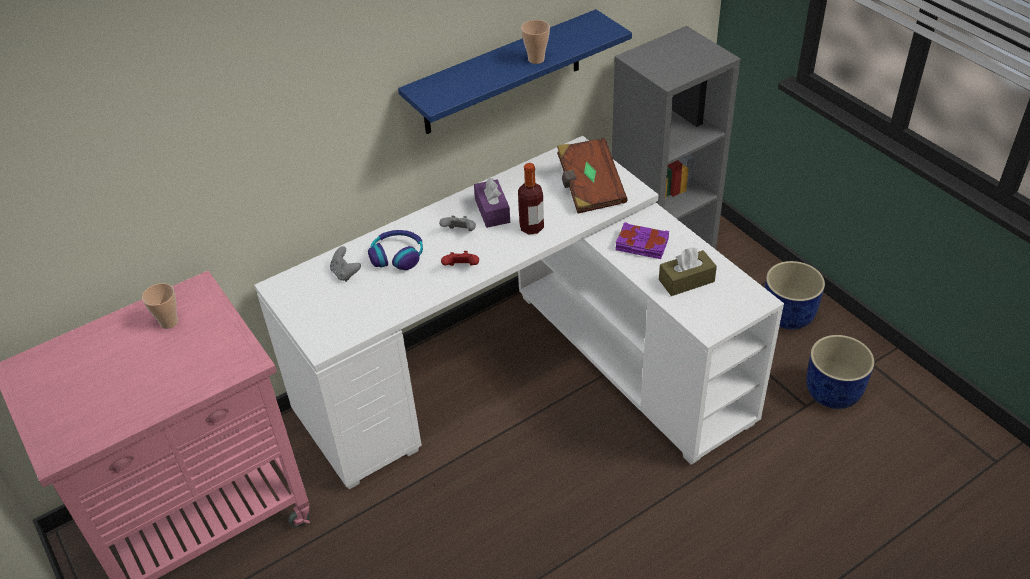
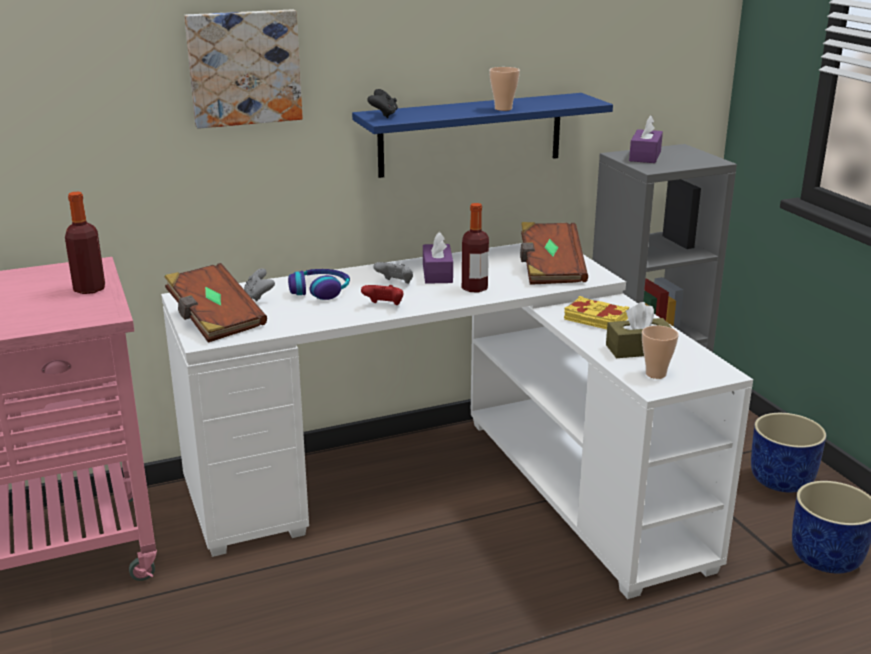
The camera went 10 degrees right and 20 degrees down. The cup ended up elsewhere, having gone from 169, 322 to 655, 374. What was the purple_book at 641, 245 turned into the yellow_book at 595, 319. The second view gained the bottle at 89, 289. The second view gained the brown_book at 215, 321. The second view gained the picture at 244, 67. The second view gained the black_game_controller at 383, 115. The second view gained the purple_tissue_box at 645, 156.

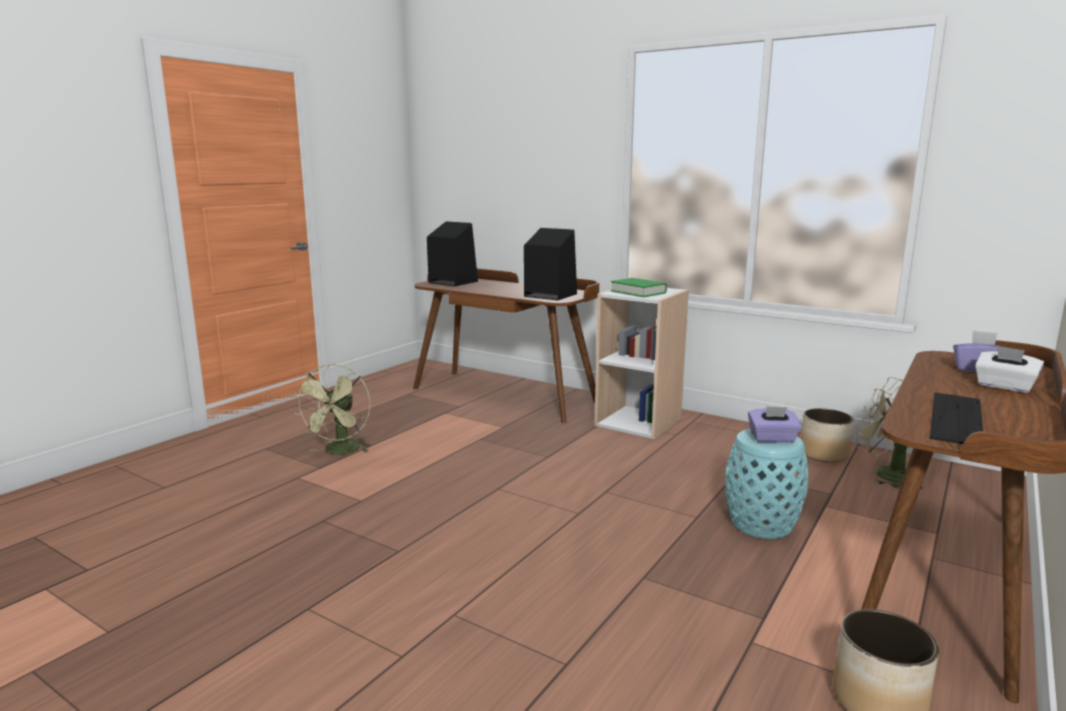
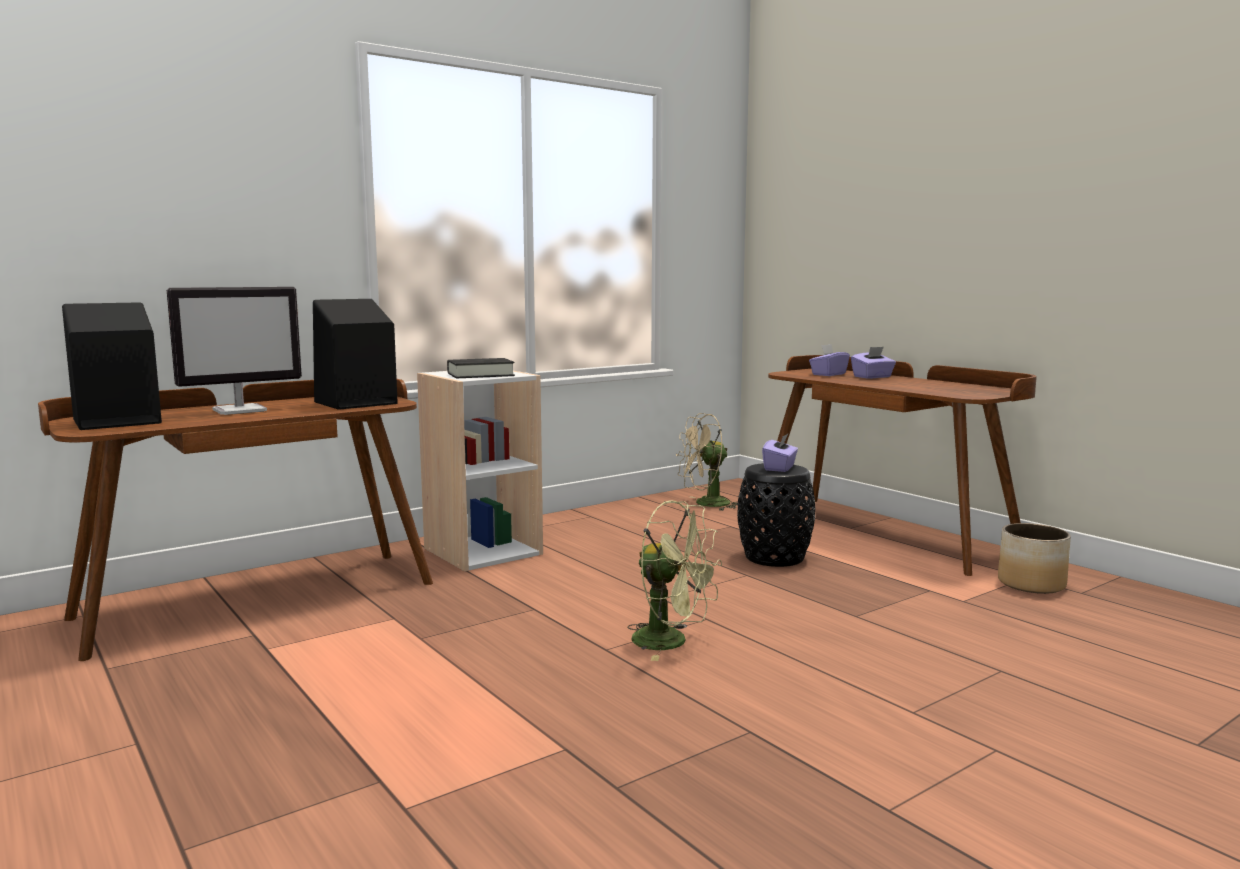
The camera went 70 degrees left and 5 degrees down. The green_fan ended up elsewhere, having gone from 340, 452 to 671, 642. What was the green_book at 638, 292 turned into the black_book at 480, 374. What was the turquoise_stool at 761, 524 turned into the black_stool at 774, 558. The second view lost the planter at 823, 454. The second view lost the keyboard at 956, 418. What was the white_tissue_box at 1004, 386 turned into the purple_tissue_box at 872, 377. The second view gained the monitor at 241, 410.

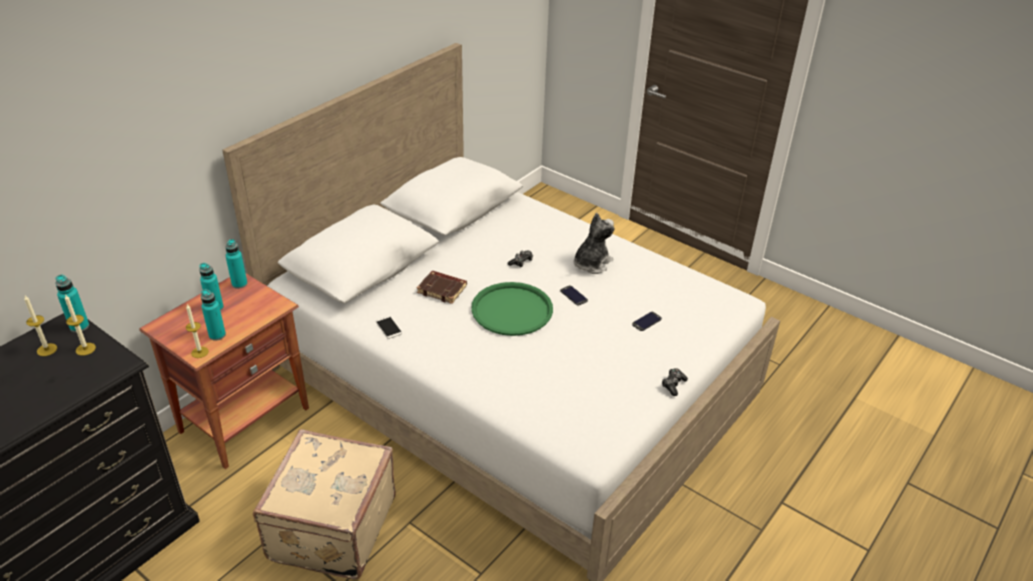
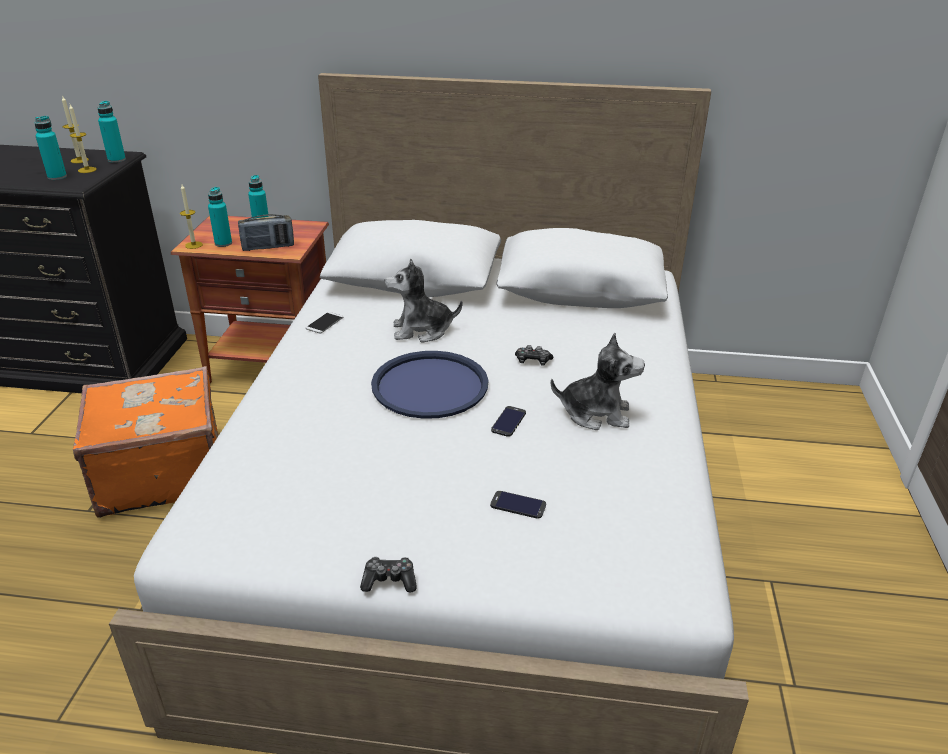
The camera went 60 degrees right and 5 degrees down. The turquoise_bottle ended up elsewhere, having gone from 239, 284 to 57, 177. What was the beige_suitcase at 330, 528 turned into the orange_suitcase at 161, 472. Where the brown_book stood at 443, 289, the plush_toy came to stand at 422, 330. What was the green_tray at 512, 310 turned into the blue_tray at 430, 386. The second view gained the radio at 268, 247.

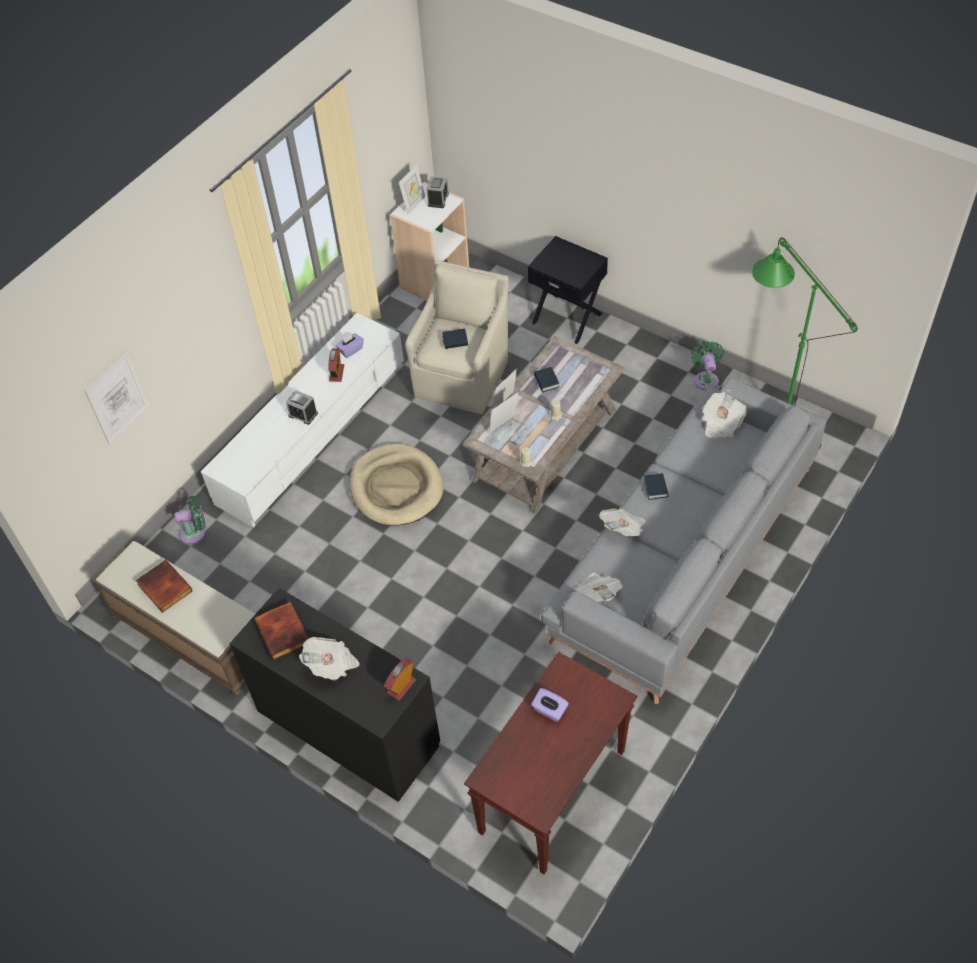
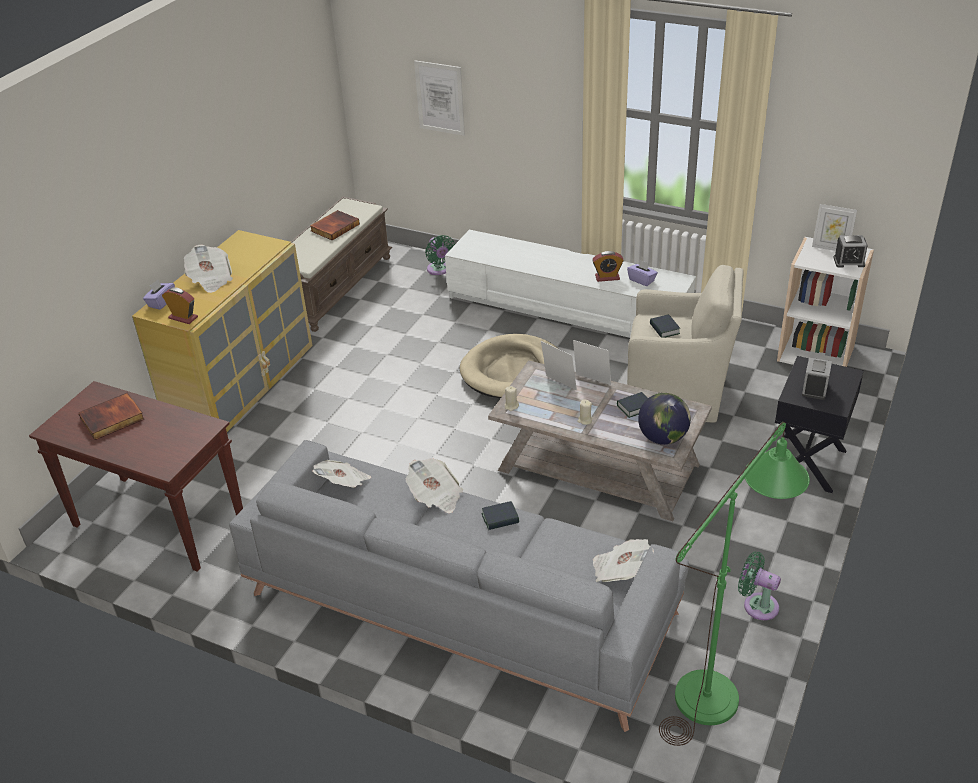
The camera went 80 degrees right and 15 degrees down. What was the black_cabinet at 348, 726 turned into the yellow_cabinet at 242, 384. The book ended up elsewhere, having gone from 284, 632 to 112, 420. The alarm_clock ended up elsewhere, having gone from 303, 414 to 815, 388. The purple_tissue_box ended up elsewhere, having gone from 549, 710 to 161, 302. The green_fan at 706, 379 ended up facing another way, 135 degrees counterclockwise from before. The second view gained the globe at 663, 438.

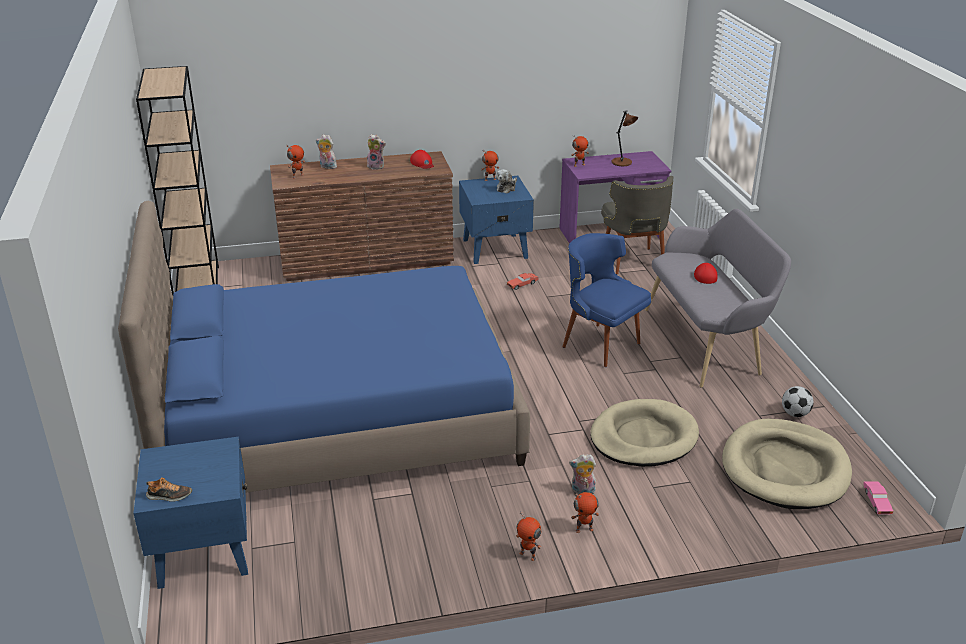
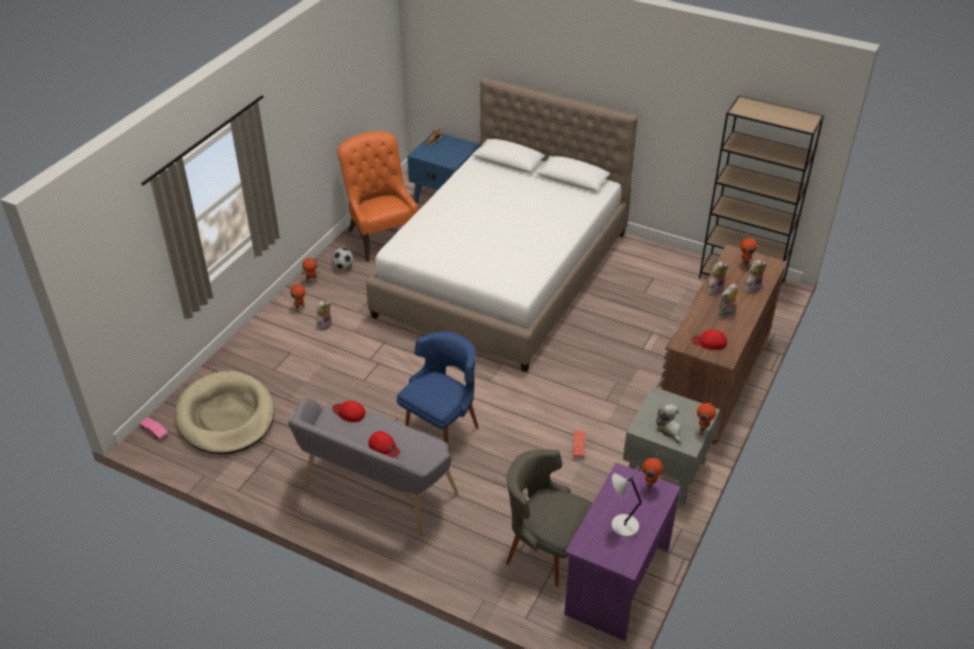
The camera went 130 degrees right and 10 degrees up. What was the blue_bed at 336, 416 turned into the white_bed at 504, 274. What was the blue_nightstand at 496, 248 turned into the grey_nightstand at 664, 472. The blue_chair at 601, 346 ended up facing another way, 45 degrees counterclockwise from before. The second view lost the beige_dog_bed at 643, 437. What was the brown_table_lamp at 622, 163 turned into the grey_table_lamp at 623, 526. The football ended up elsewhere, having gone from 795, 414 to 343, 267. The second view gained the red_cap at 349, 412. The second view gained the orange_chair at 381, 238. The second view gained the plush_toy at 714, 289.

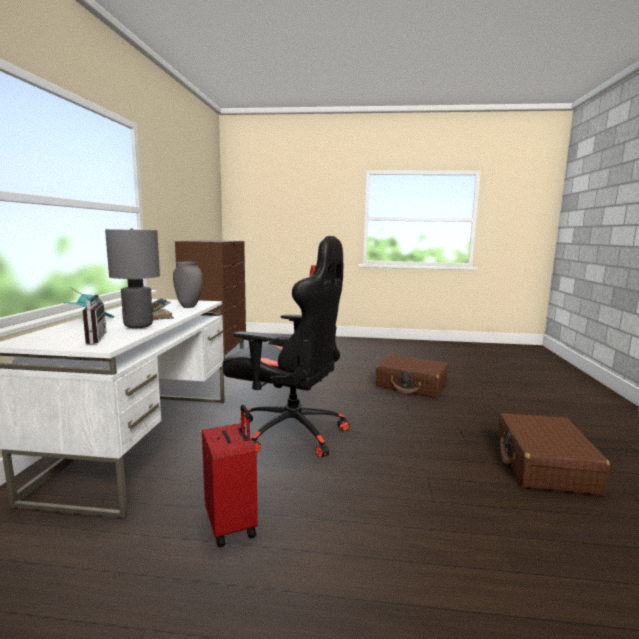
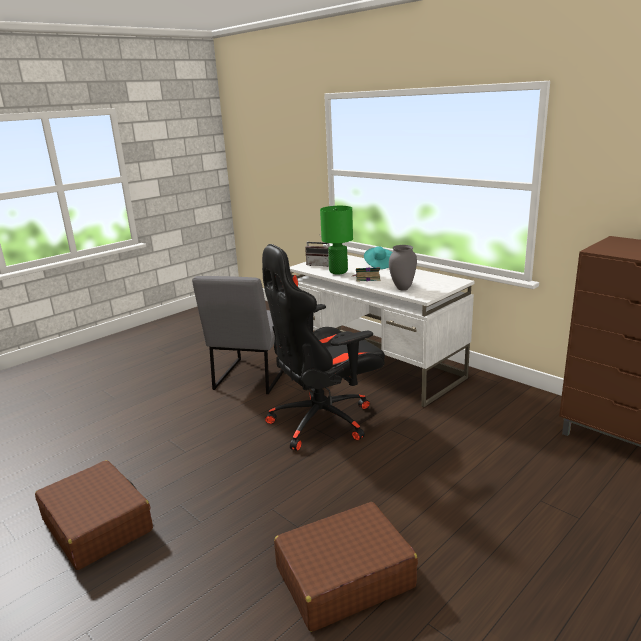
The camera went 130 degrees right and 10 degrees up. What was the grey_table_lamp at 138, 327 turned into the green_table_lamp at 338, 273. Where the red_suitcase stood at 232, 524, the grey_chair came to stand at 251, 376.

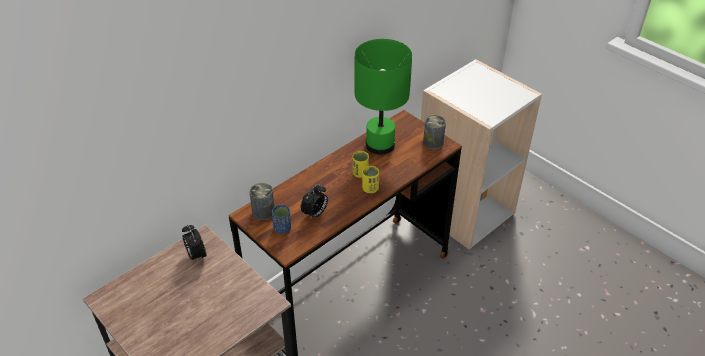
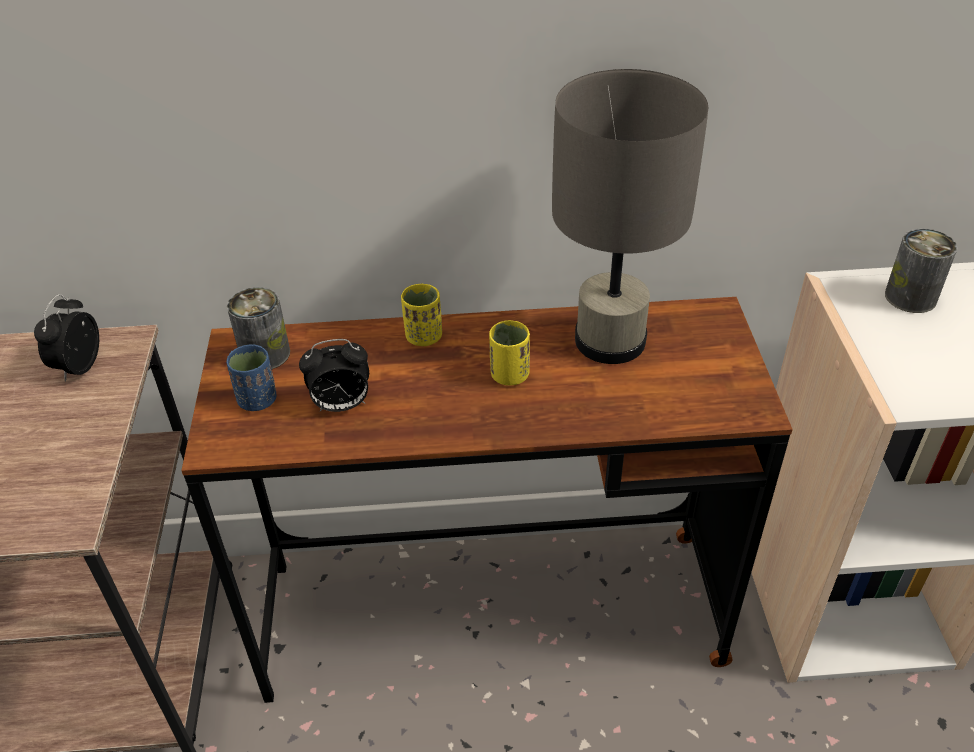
The camera went 40 degrees right and 0 degrees up. What was the green_table_lamp at 380, 145 turned into the grey_table_lamp at 609, 342. The yellow_cup ended up elsewhere, having gone from 370, 188 to 424, 337. The can ended up elsewhere, having gone from 433, 142 to 910, 297.

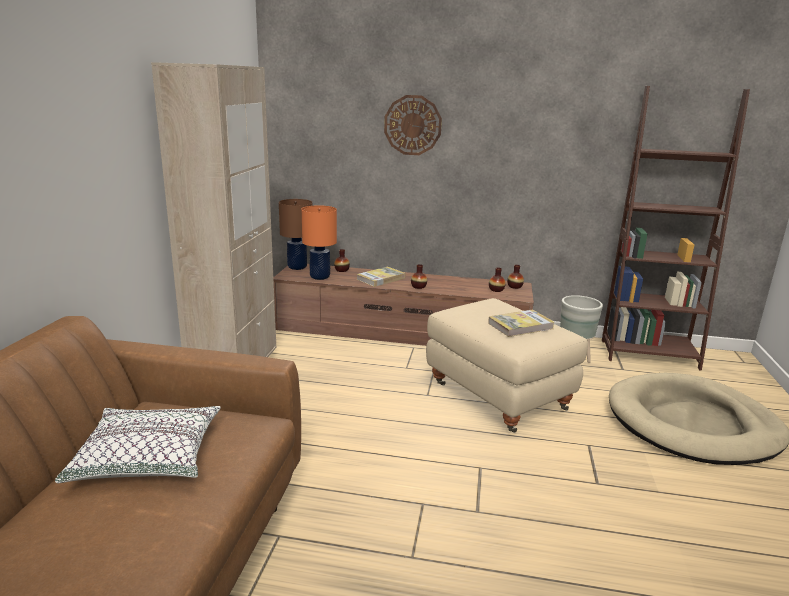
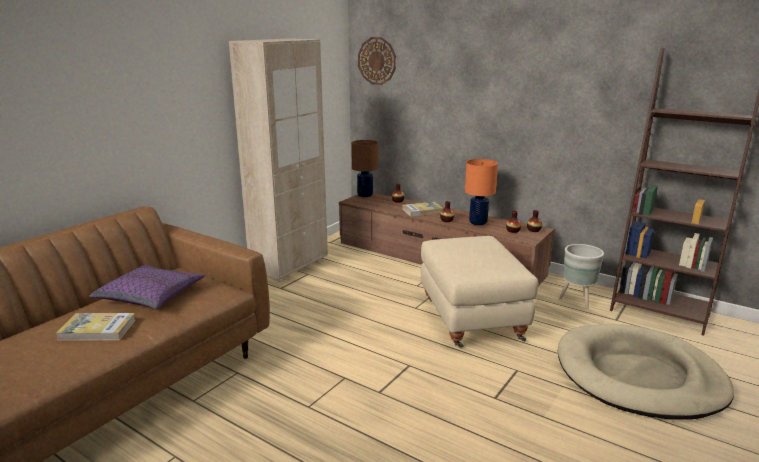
The camera went 25 degrees right and 0 degrees up. What was the white_pillow at 149, 457 turned into the purple_pillow at 151, 296. The orange_table_lamp ended up elsewhere, having gone from 320, 278 to 478, 223. The wall_clock ended up elsewhere, having gone from 412, 125 to 377, 61. The book ended up elsewhere, having gone from 520, 326 to 97, 330.

